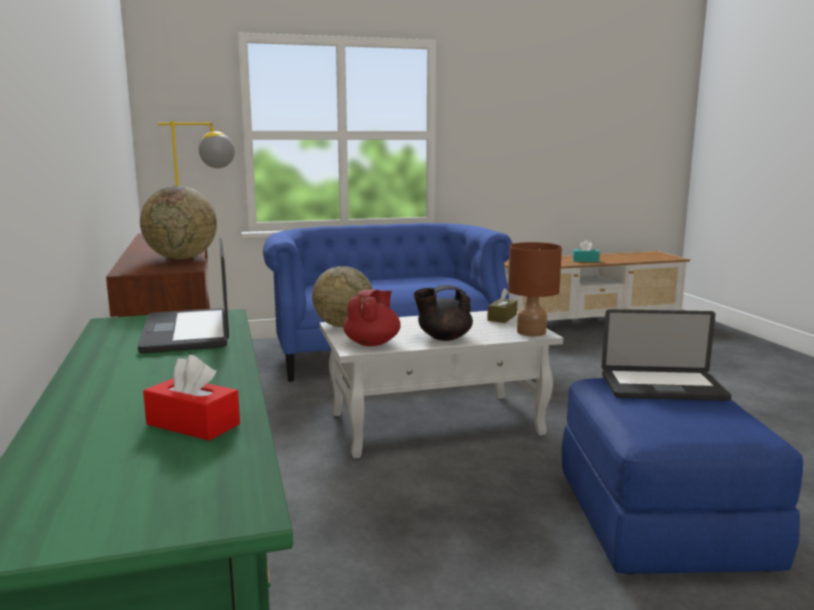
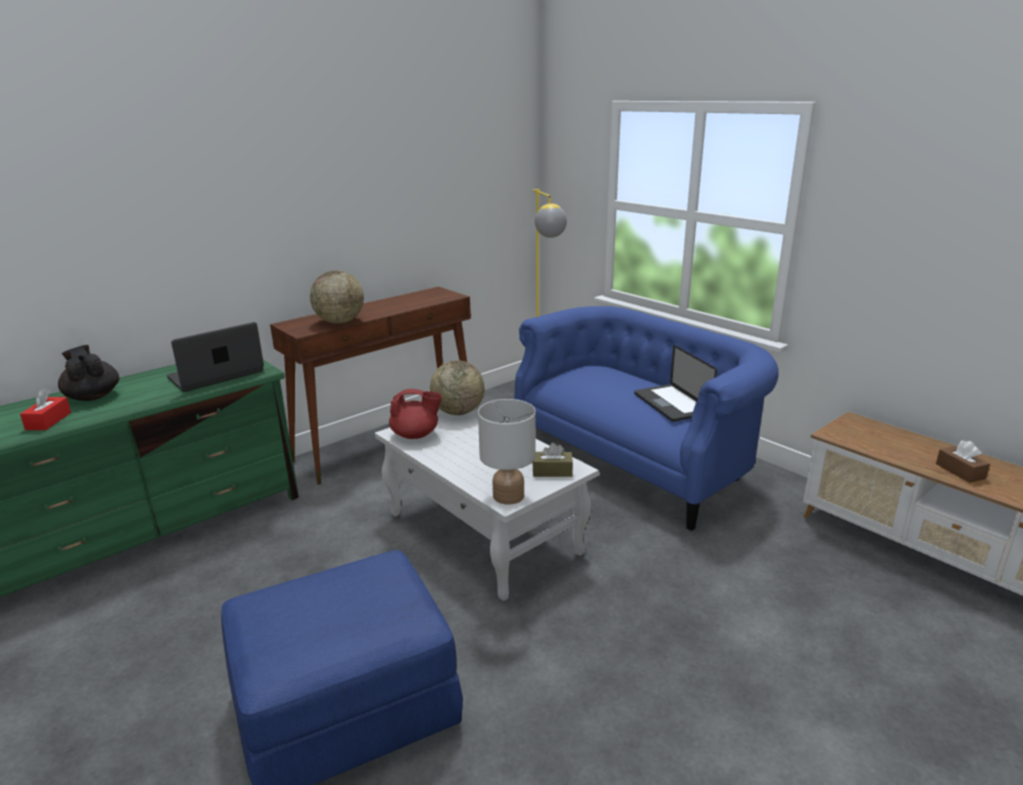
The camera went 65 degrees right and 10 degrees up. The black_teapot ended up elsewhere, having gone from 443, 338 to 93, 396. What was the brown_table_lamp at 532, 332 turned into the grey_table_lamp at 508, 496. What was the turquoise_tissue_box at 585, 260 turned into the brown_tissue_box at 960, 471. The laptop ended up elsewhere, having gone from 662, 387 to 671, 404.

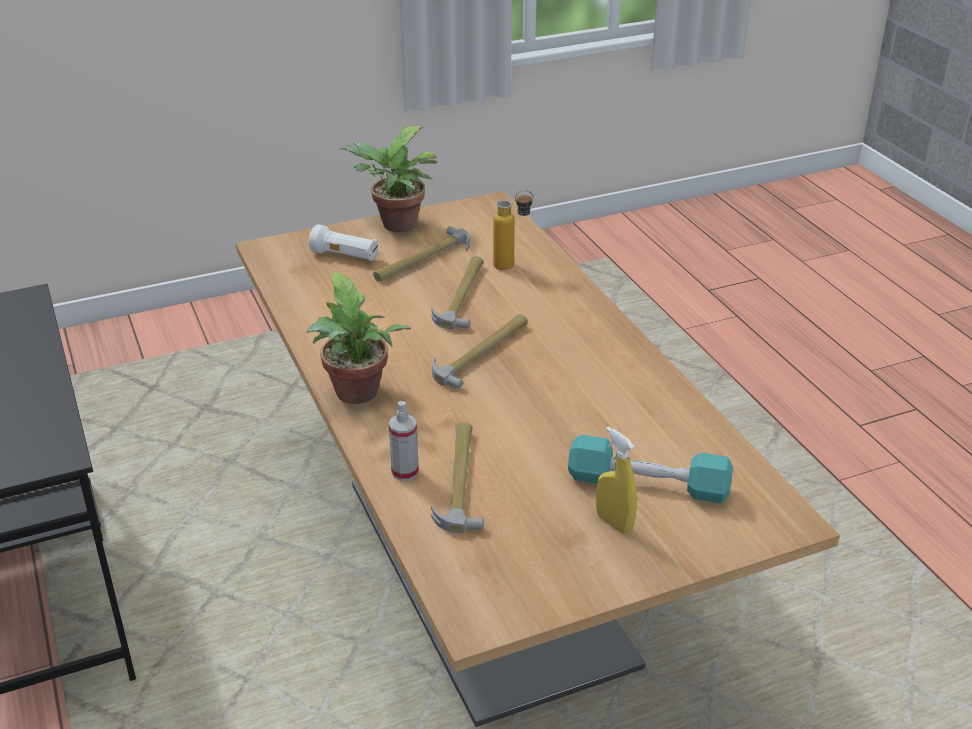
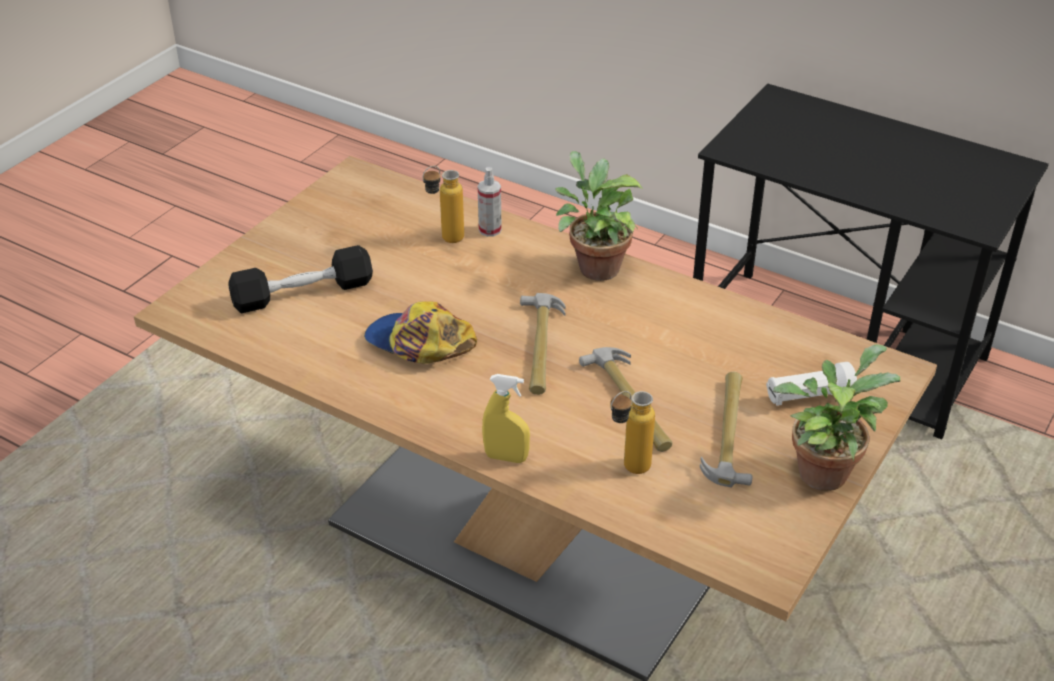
The camera went 145 degrees right and 5 degrees up. Where the hammer stood at 460, 480, the bottle came to stand at 444, 240. What was the turquoise_dumbbell at 648, 484 turned into the black_dumbbell at 302, 293. The yellow_spray_bottle ended up elsewhere, having gone from 614, 523 to 506, 457. The second view gained the cap at 418, 343.

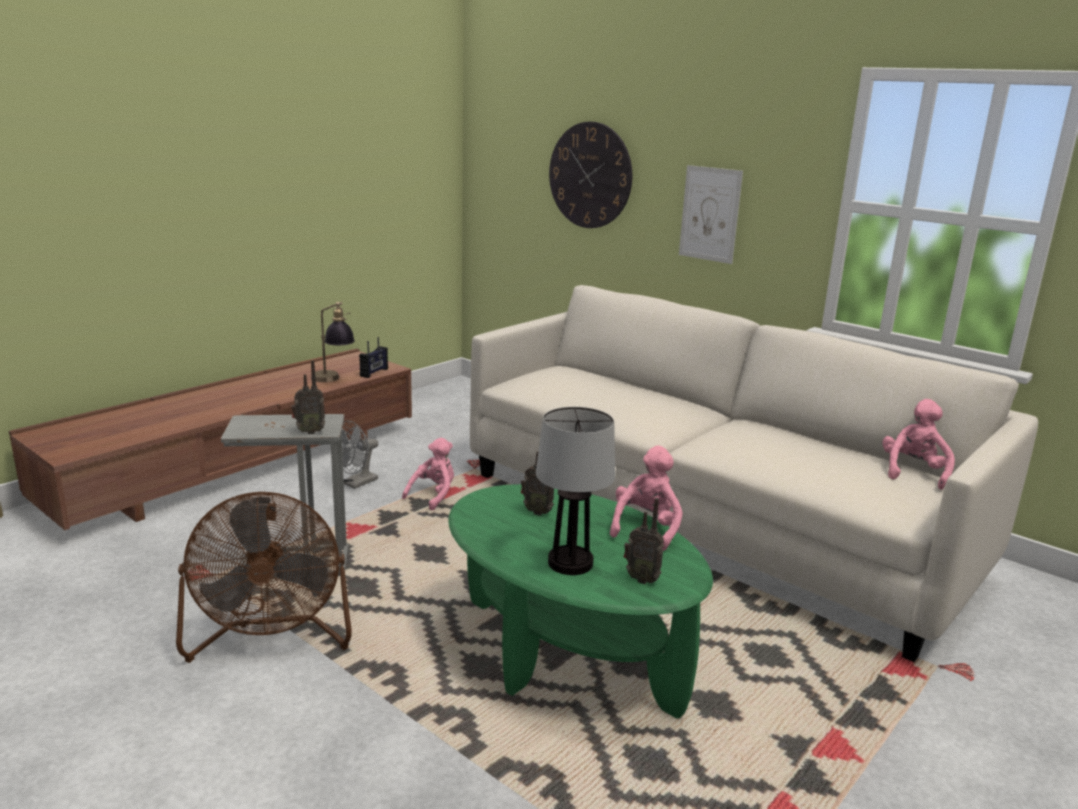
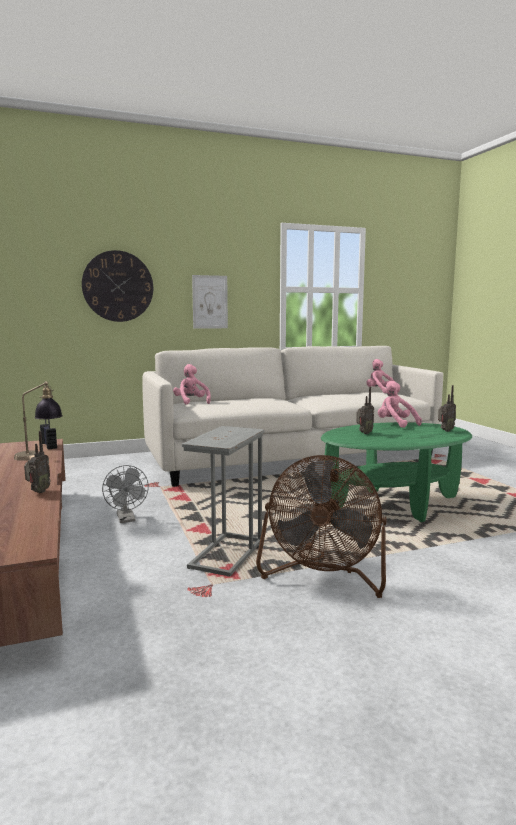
The camera went 60 degrees left and 10 degrees down. The brown_fan at 265, 636 ended up facing another way, 90 degrees clockwise from before. The radio ended up elsewhere, having gone from 309, 432 to 38, 492. The pink_plush_toy ended up elsewhere, having gone from 433, 495 to 191, 402. The second view lost the table_lamp at 569, 563.

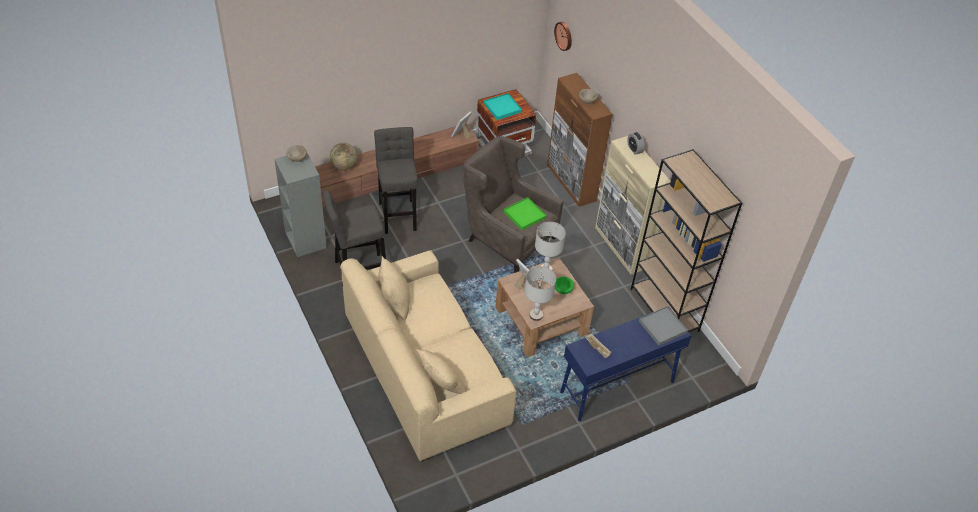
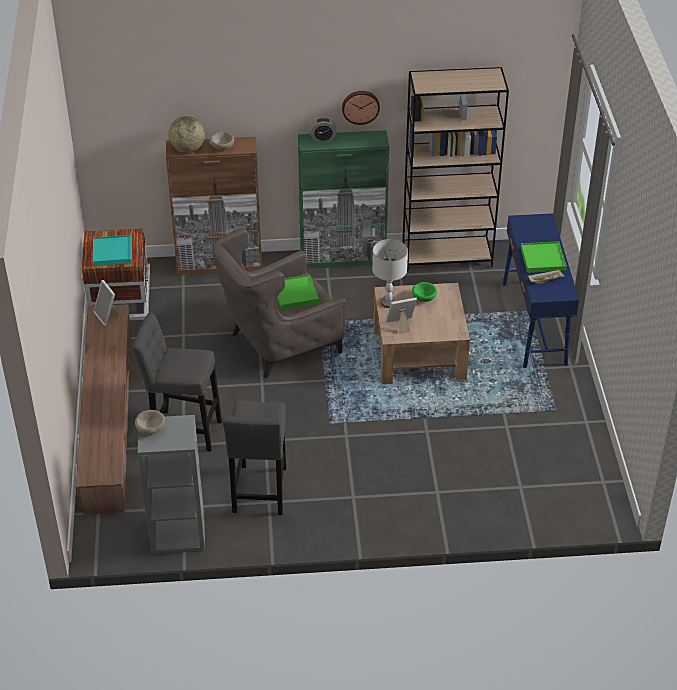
The camera went 65 degrees left and 5 degrees down. The globe ended up elsewhere, having gone from 344, 166 to 187, 149. The second view lost the beige_sofa at 426, 372. The second view lost the grey_table_lamp at 536, 315. The wall_clock ended up elsewhere, having gone from 564, 36 to 360, 106. What was the beige_cabinet at 621, 247 turned into the green_cabinet at 343, 258. The second view lost the grey_tray at 662, 327. The second view gained the green_tray at 543, 259.

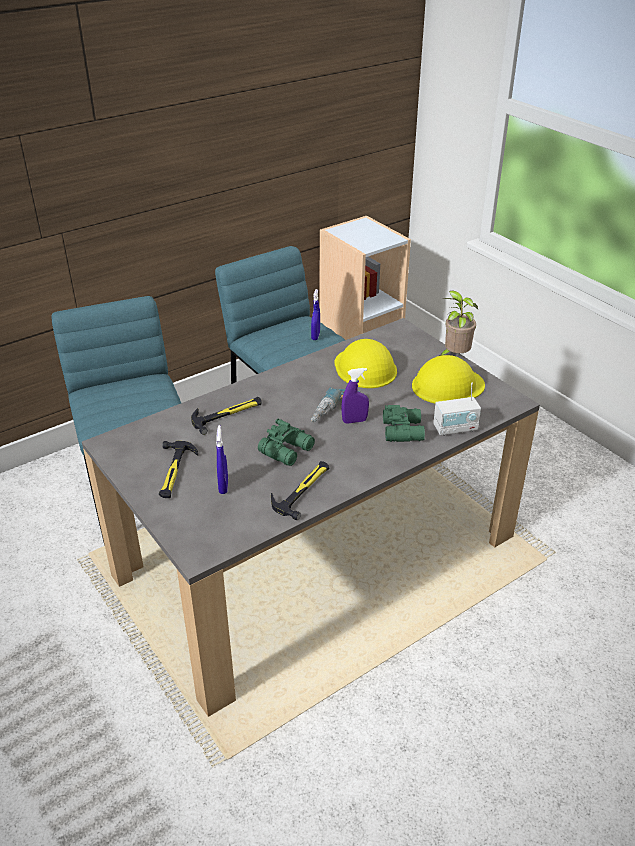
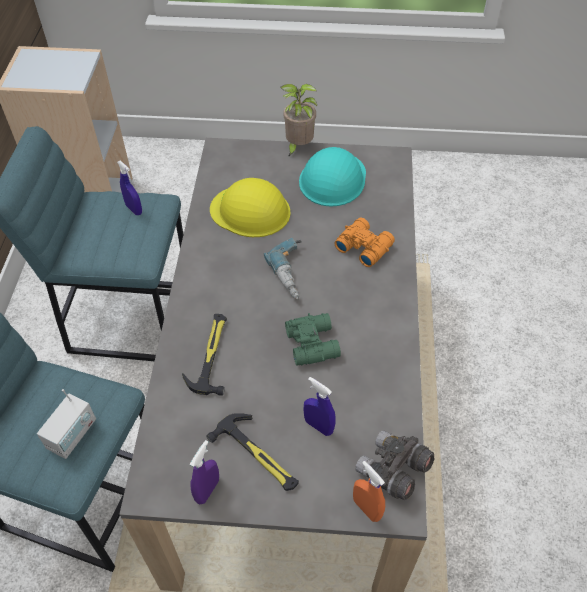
The camera went 50 degrees left and 15 degrees up. The second view lost the hammer at 303, 490. The purple_spray_bottle ended up elsewhere, having gone from 354, 421 to 207, 490. What was the green_binoculars at 404, 430 turned into the orange_binoculars at 363, 246. What was the yellow_hard_hat at 447, 385 turned into the turquoise_hard_hat at 332, 179. The radio ended up elsewhere, having gone from 455, 428 to 72, 435. The second view gained the orange_spray_bottle at 366, 508. The second view gained the grey_binoculars at 392, 471.

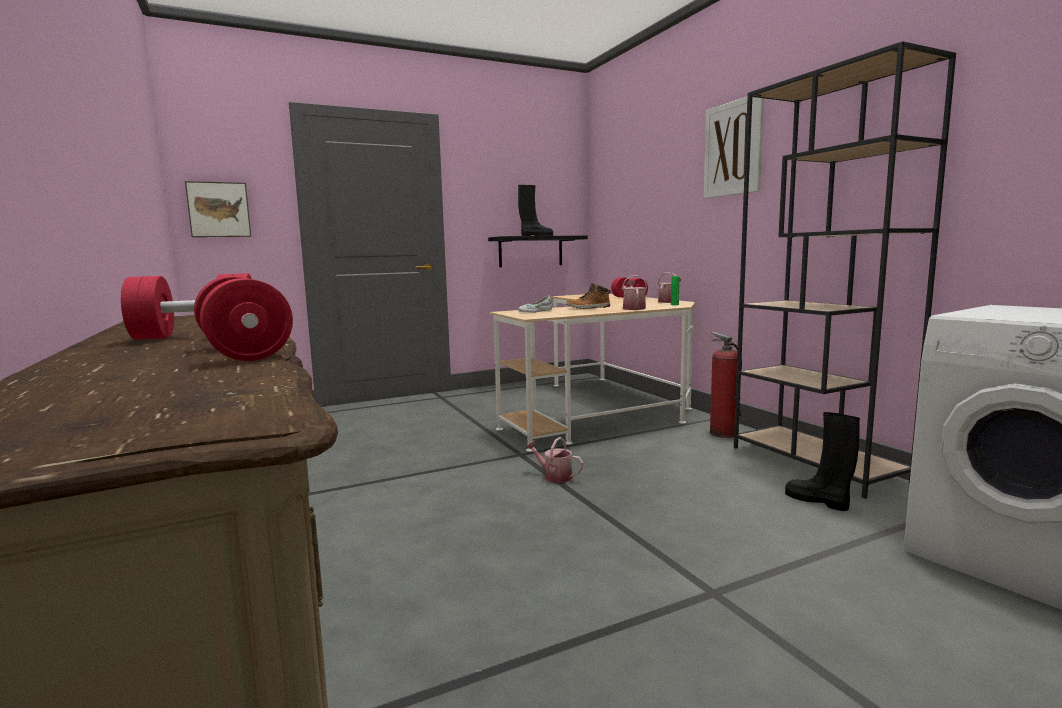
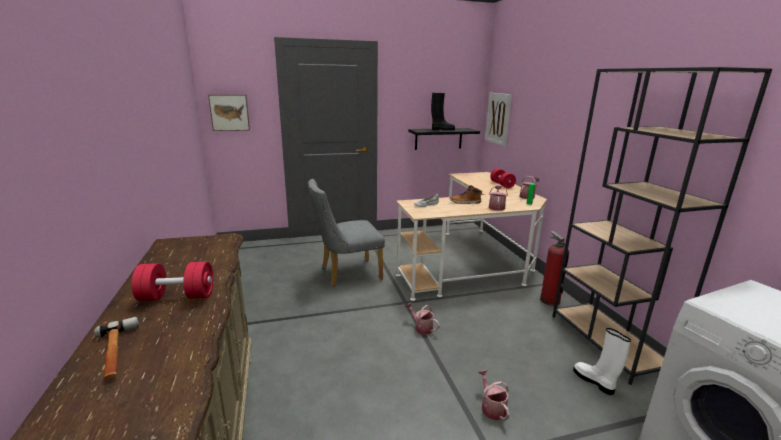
The camera went 10 degrees right and 10 degrees up. The second view lost the red_dumbbell at 244, 351. The picture ended up elsewhere, having gone from 733, 149 to 498, 118. What was the black_boot at 818, 501 turned into the white_boot at 594, 381. The second view gained the hammer at 116, 352. The second view gained the grey_chair at 346, 274. The second view gained the watering_can at 491, 407.

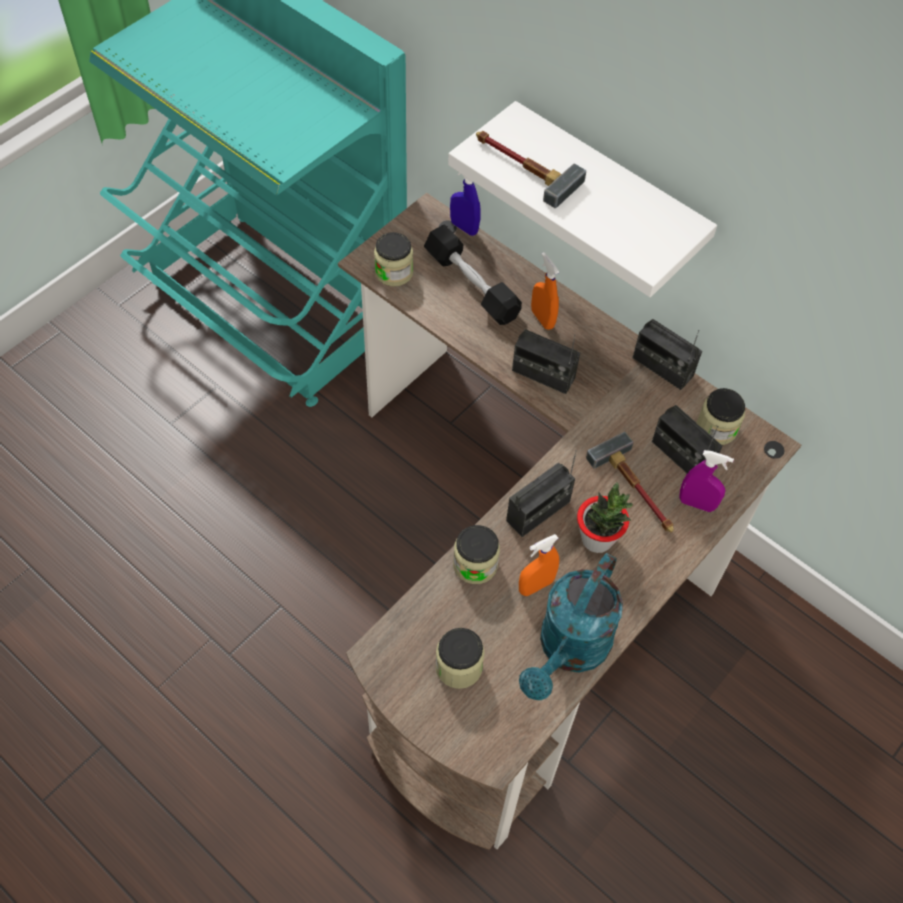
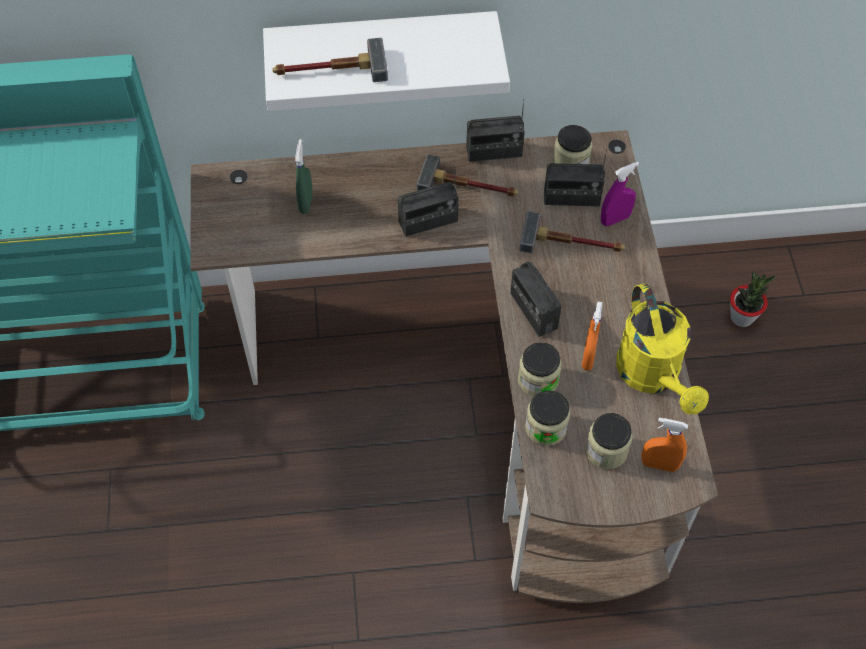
The camera went 45 degrees left and 0 degrees up. The jar ended up elsewhere, having gone from 394, 272 to 546, 427. Where the black_dumbbell stood at 471, 285, the green_spray_bottle came to stand at 306, 202. The second view lost the blue_spray_bottle at 464, 227. The radio at 538, 511 ended up facing another way, 150 degrees clockwise from before. What was the turquoise_watering_can at 569, 650 turned into the yellow_watering_can at 653, 376. The orange_spray_bottle ended up elsewhere, having gone from 542, 319 to 659, 464. The potted_plant ended up elsewhere, having gone from 597, 539 to 742, 317. The second view gained the hammer at 469, 187.

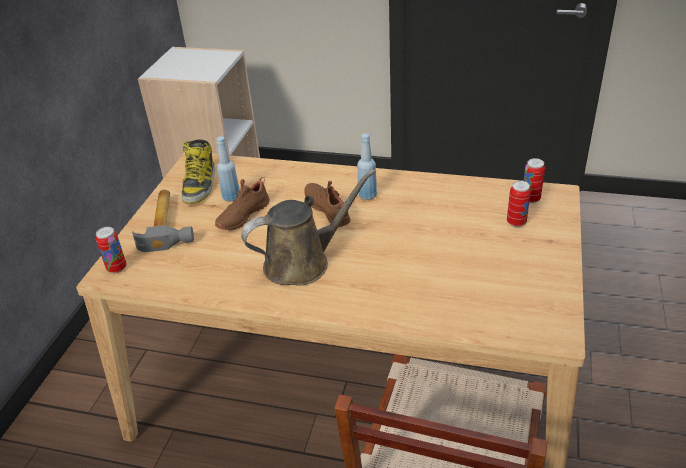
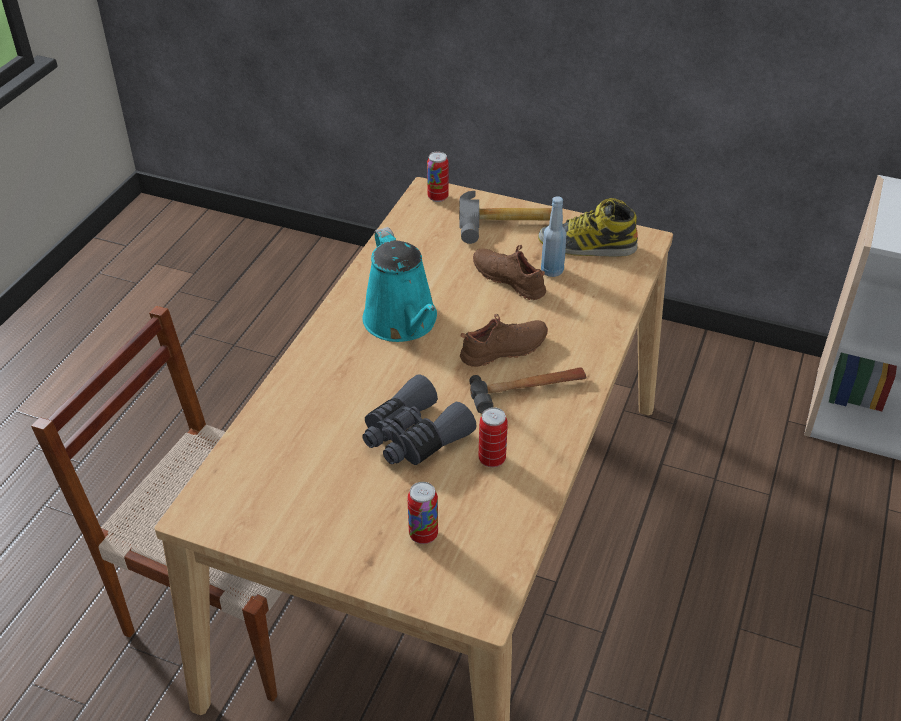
The camera went 95 degrees right and 5 degrees up. What was the brown_watering_can at 303, 262 turned into the turquoise_watering_can at 403, 323. Where the blue_bottle stood at 367, 196, the hammer came to stand at 528, 390. The can ended up elsewhere, having gone from 530, 199 to 492, 459. The second view gained the grey_binoculars at 413, 436.

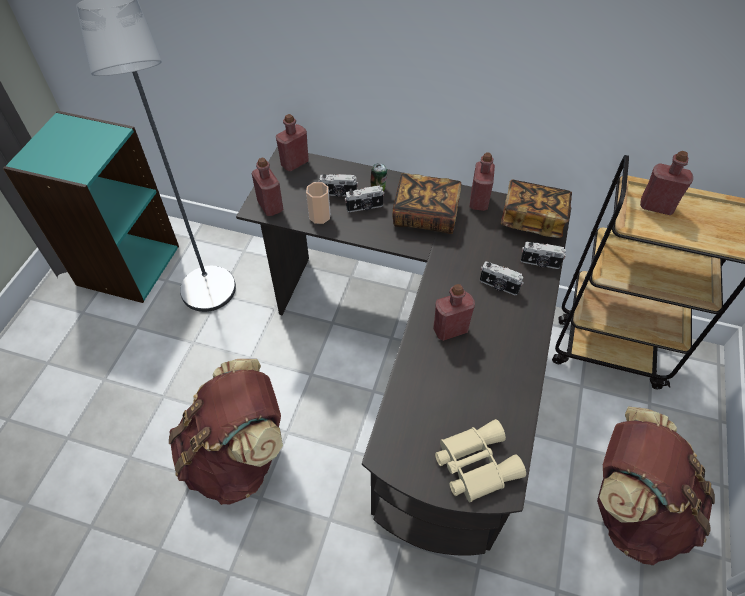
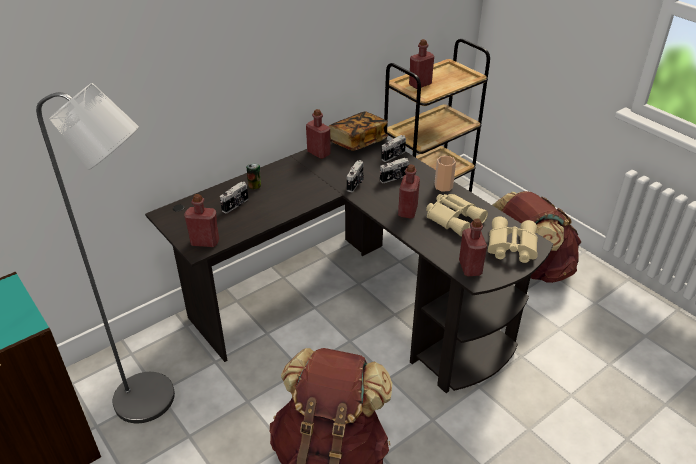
The camera went 55 degrees left and 15 degrees down. The red_bottle ended up elsewhere, having gone from 295, 163 to 470, 268. The cup ended up elsewhere, having gone from 319, 216 to 443, 186. The photo_camera ended up elsewhere, having gone from 365, 207 to 356, 183. The second view lost the book at 425, 215. The second view gained the beige_binoculars at 454, 218.

